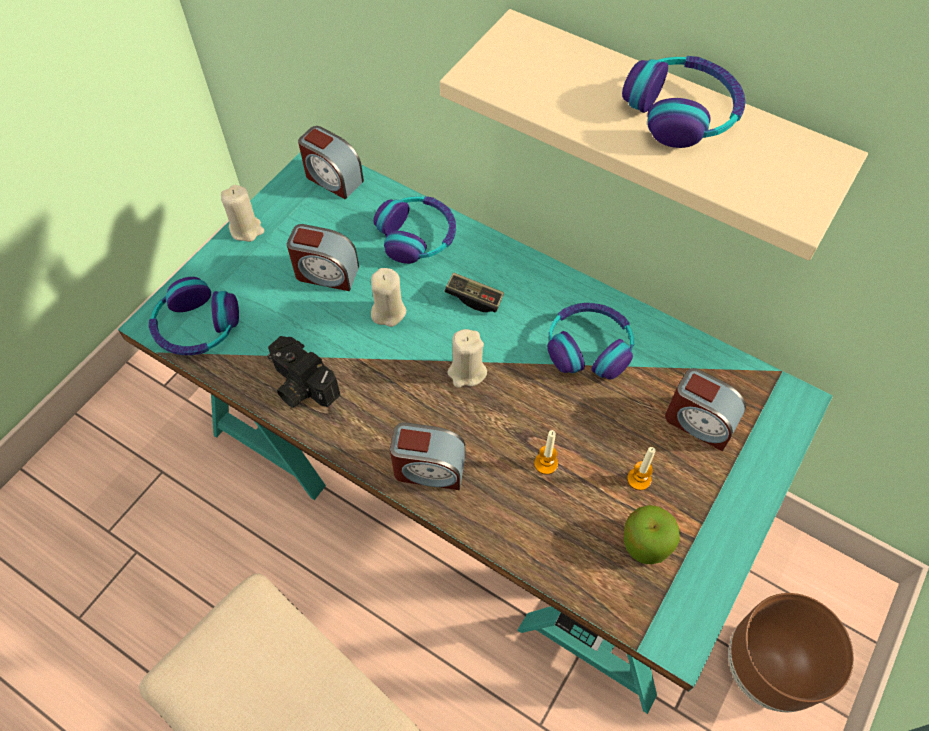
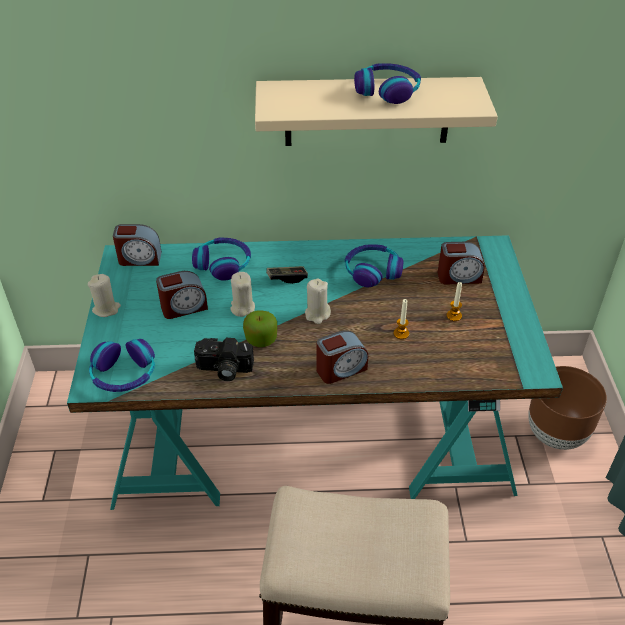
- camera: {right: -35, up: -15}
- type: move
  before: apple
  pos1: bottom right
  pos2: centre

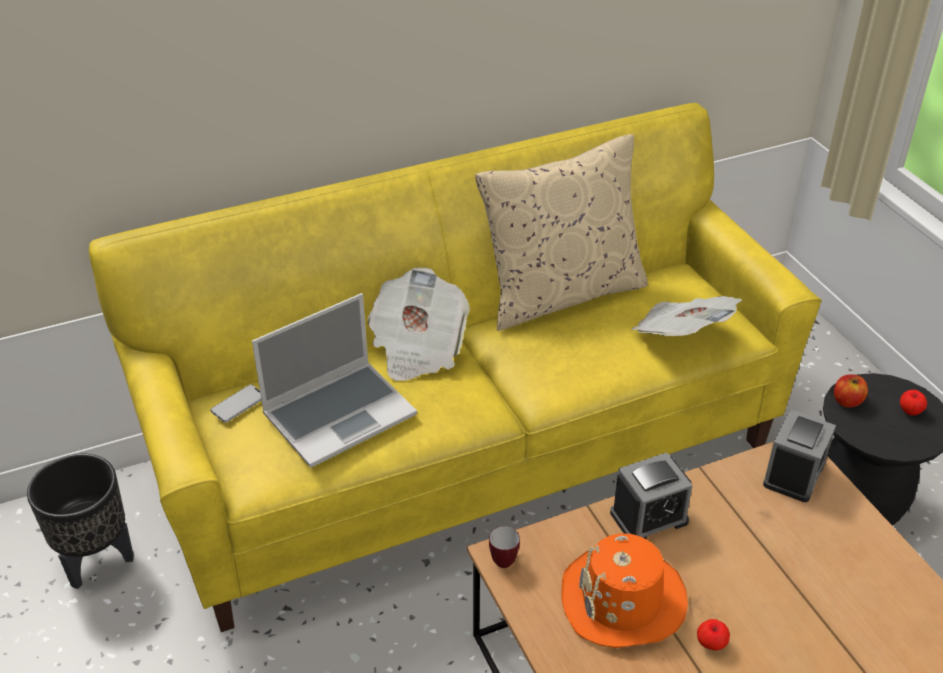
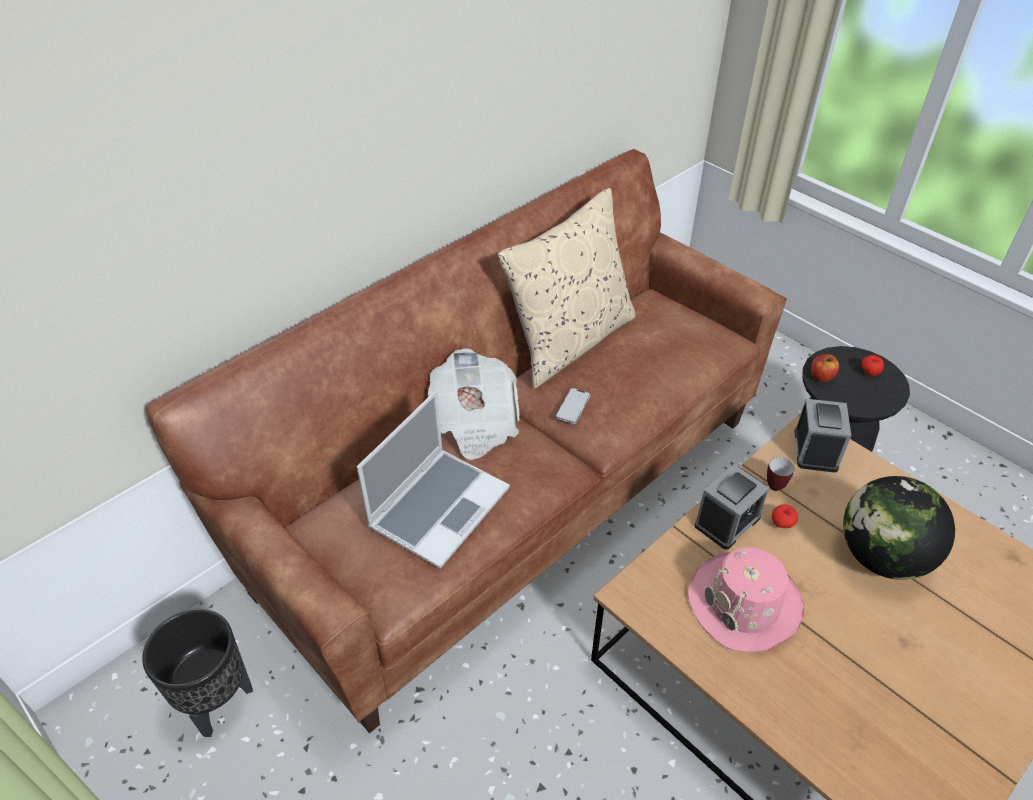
- camera: {right: -20, up: 5}
- type: recolor
  before: yellow sofa
  after: brownish sofa
  pos1: centre
  pos2: centre
- type: delete
  before: daily paper (2nd from left)
  pos1: middle right
- type: move
  before: telephone
  pos1: middle left
  pos2: centre
- type: move
  before: mug
  pos1: bottom centre
  pos2: middle right
- type: recolor
  before: orange-coloured wearable hat
  after: pinkish wearable hat
  pos1: bottom centre
  pos2: bottom right
- type: move
  before: apple (1st from left)
  pos1: bottom right
  pos2: middle right
- type: insert
  after: desk globe
  pos2: middle right

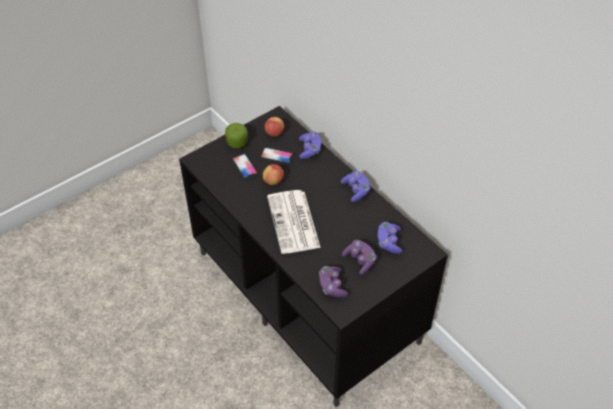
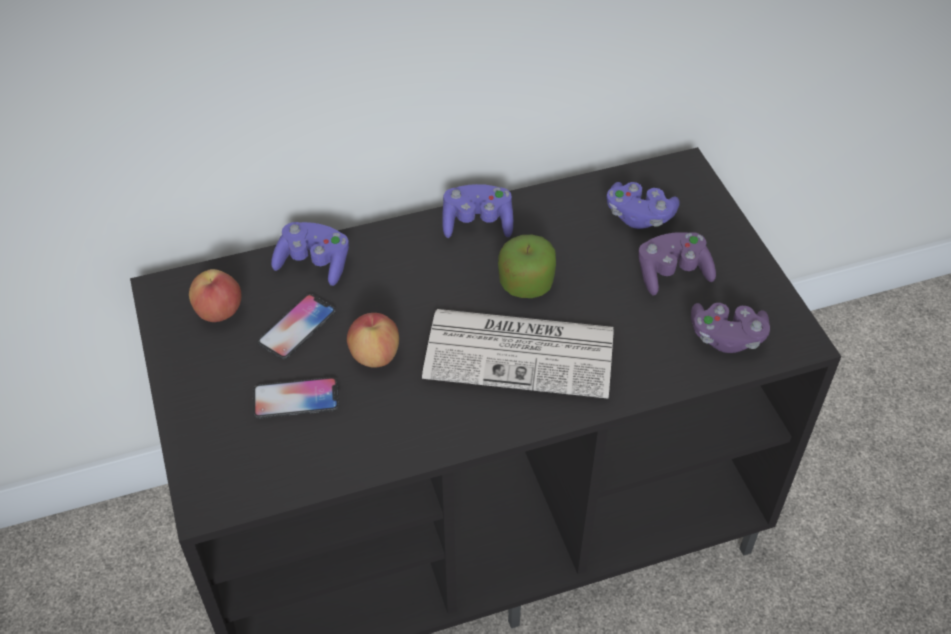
- camera: {right: -70, up: 0}
- type: move
  before: apple (1st from left in the first image)
  after: apple (3rd from left)
  pos1: top centre
  pos2: centre

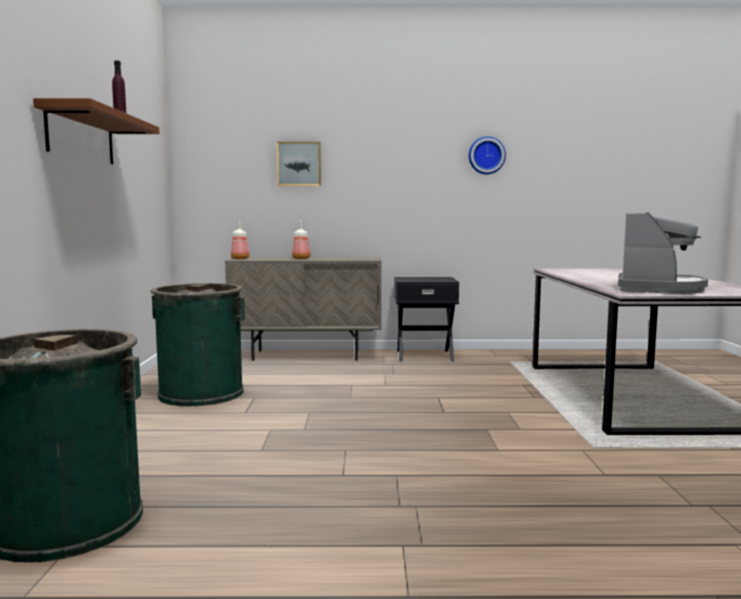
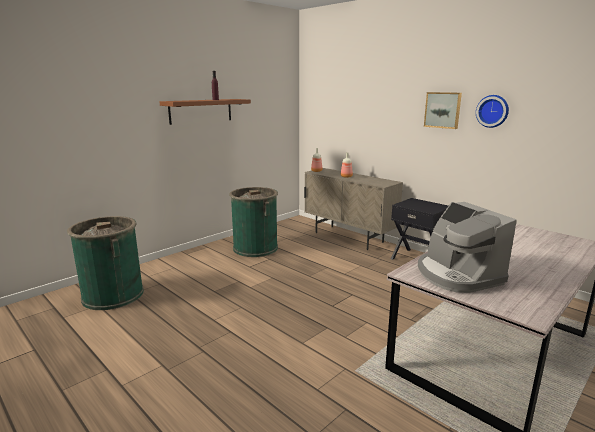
- camera: {right: 45, up: 10}
- type: move
  before: wall art
  pos1: top centre
  pos2: top right
- type: rotate
  before: coffee maker
  pos1: middle right
  pos2: middle right
  turn: 90

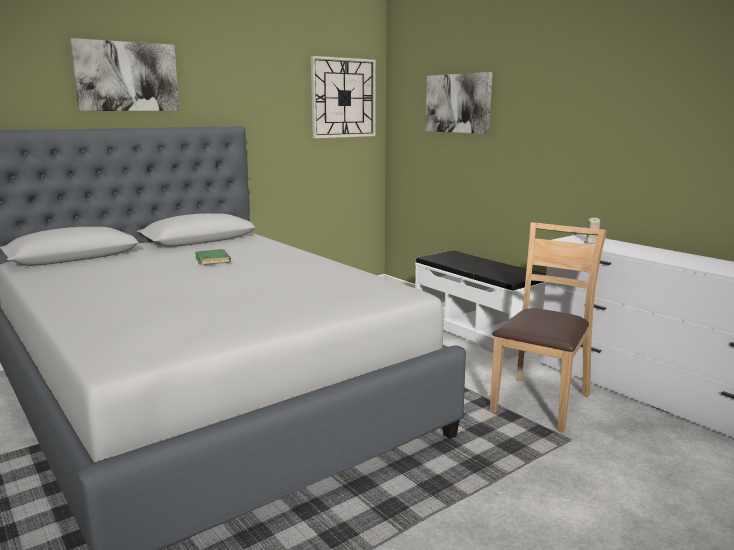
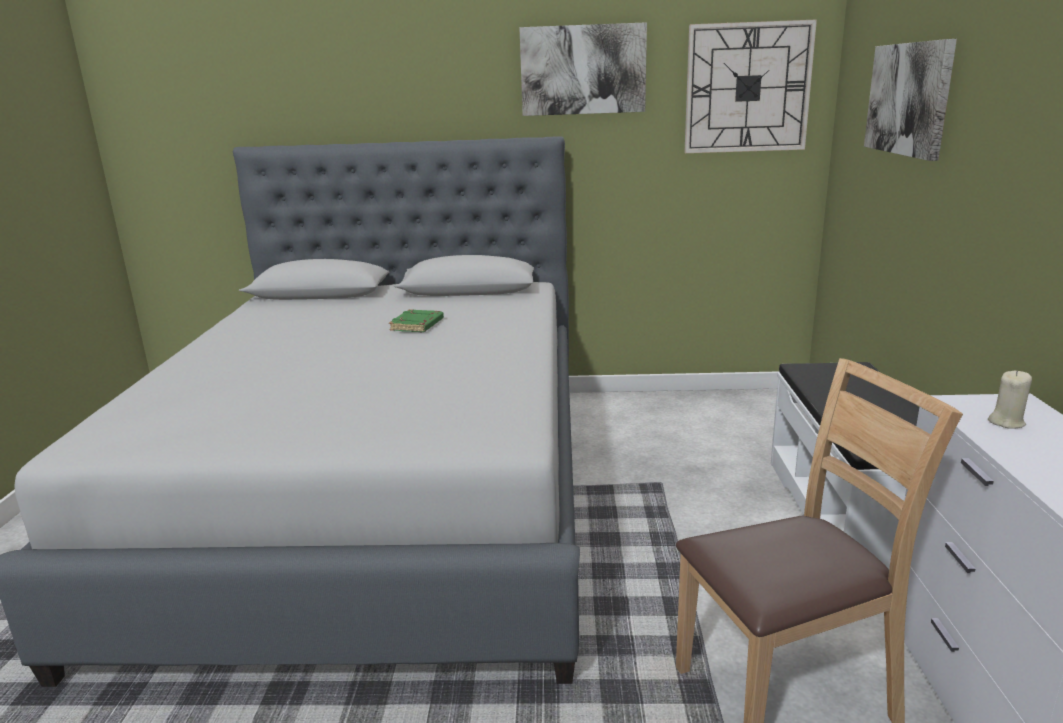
- camera: {right: 40, up: 5}
- type: move
  before: wall art (1st from left)
  pos1: top left
  pos2: top centre

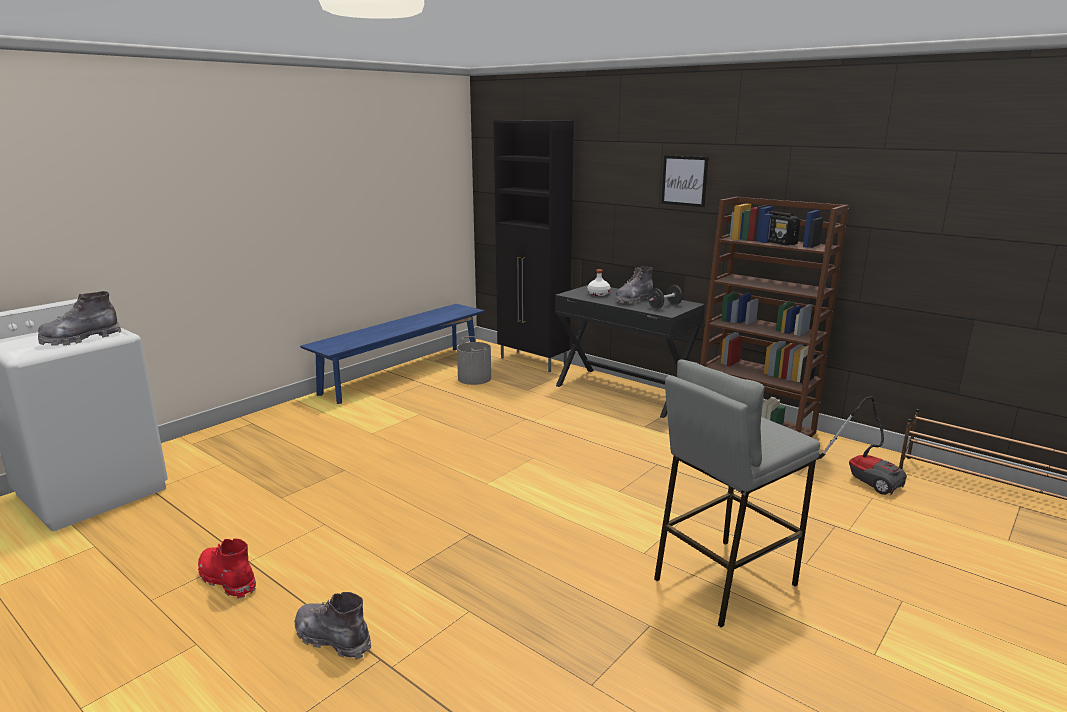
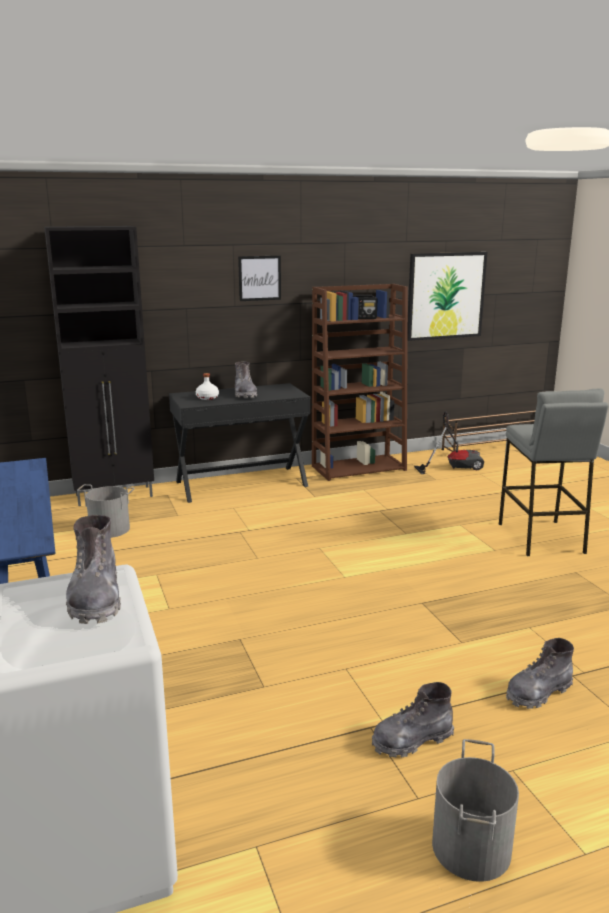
- camera: {right: -60, up: 0}
- type: delete
  before: blackish hand weight
  pos1: centre
- type: recolor
  before: red tall boot
  after: gray tall boot (3rd from left)
  pos1: bottom left
  pos2: bottom right
- type: insert
  after: wall art (2nd from left)
  pos2: top right
- type: insert
  after: gray pail (2nd from left)
  pos2: bottom right

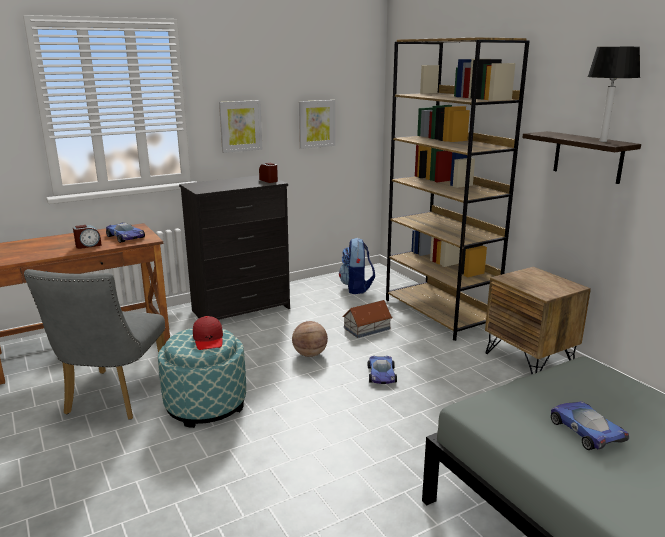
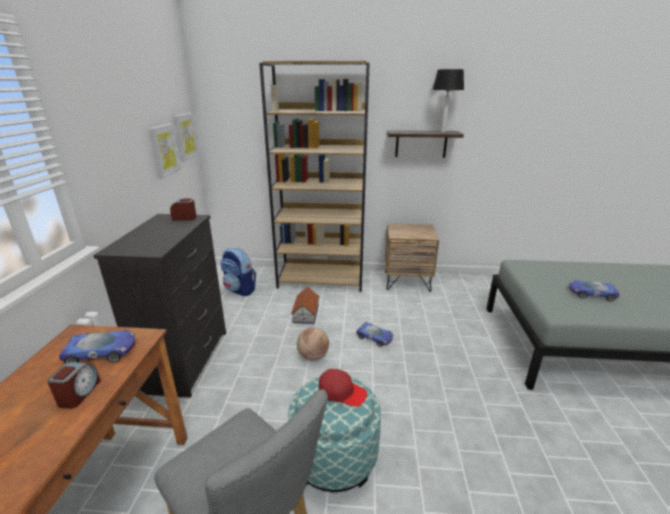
- camera: {right: -55, up: 5}
- type: move
  before: wall art (1st from left in the first image)
  after: wall art (2nd from left)
  pos1: top centre
  pos2: top left

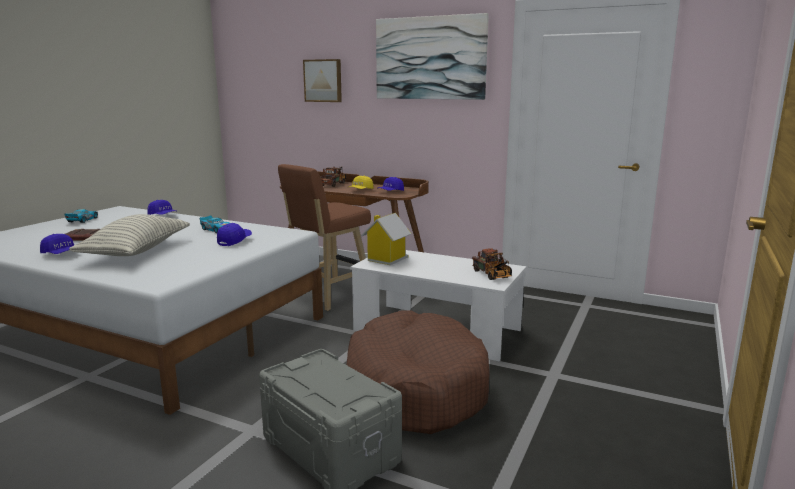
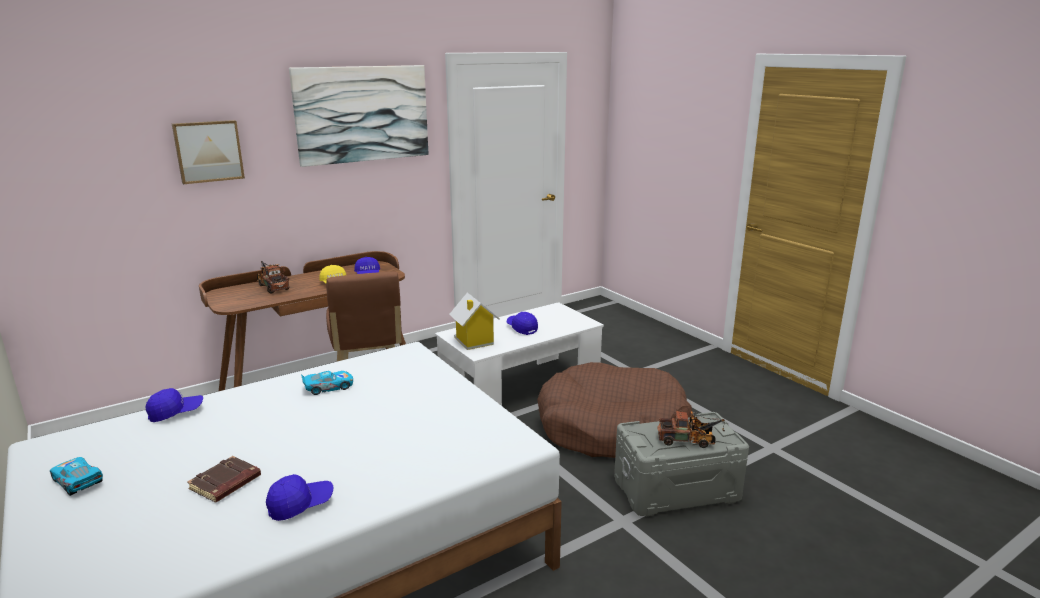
- camera: {right: -60, up: 5}
- type: delete
  before: pillow
  pos1: middle left
- type: move
  before: blue-coloured peaked cap (3rd from left in the first image)
  after: blue-coloured peaked cap (4th from left)
  pos1: middle left
  pos2: centre
- type: move
  before: model truck (2nd from left)
  pos1: centre
  pos2: bottom centre

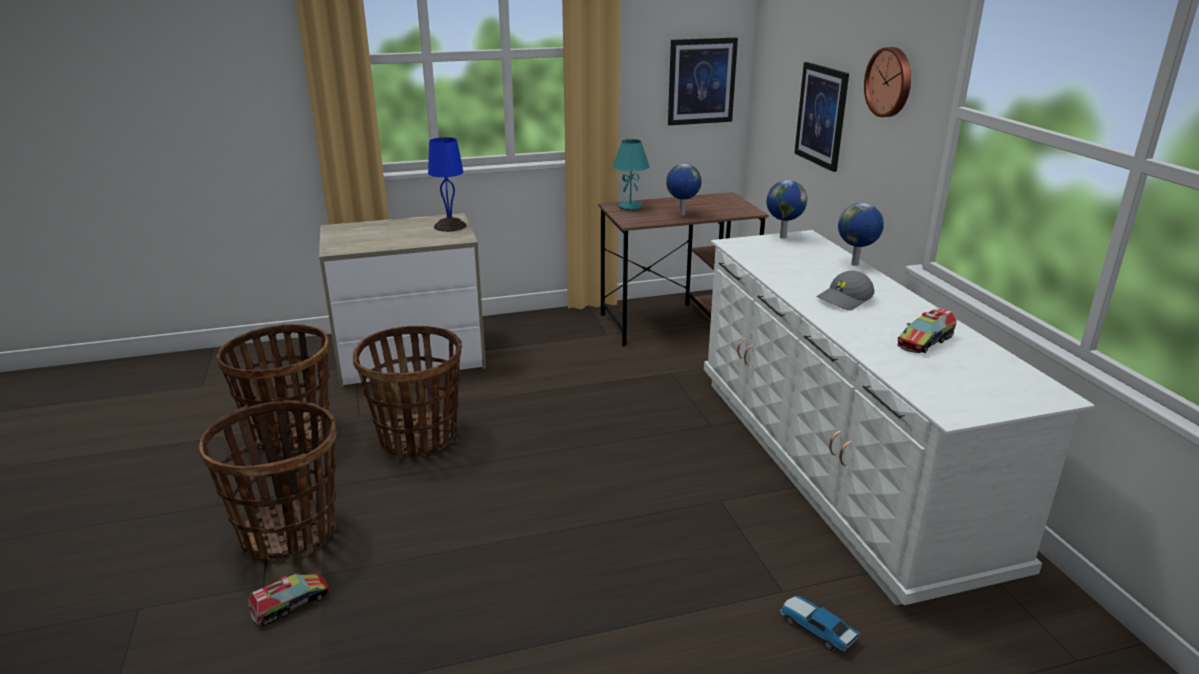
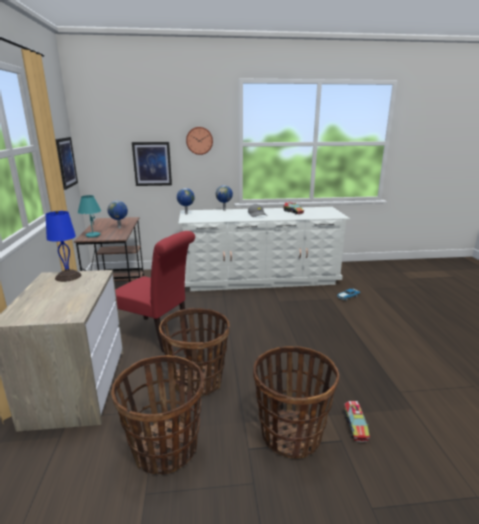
- camera: {right: -80, up: -5}
- type: rotate
  before: model truck (1st from left in the first image)
  pos1: bottom left
  pos2: bottom right
  turn: -150
- type: insert
  after: red plain chair
  pos2: middle left

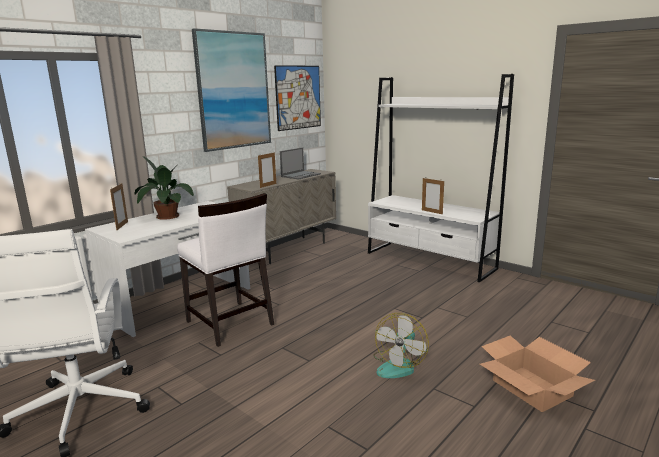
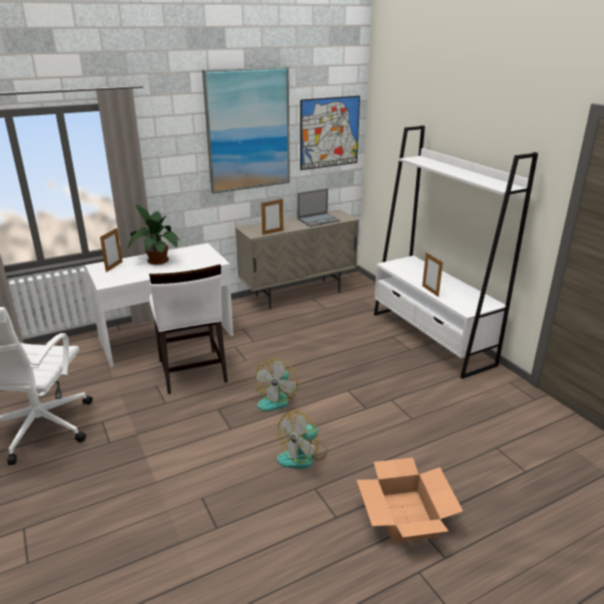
- camera: {right: 20, up: 10}
- type: insert
  after: electric fan (1st from left)
  pos2: centre

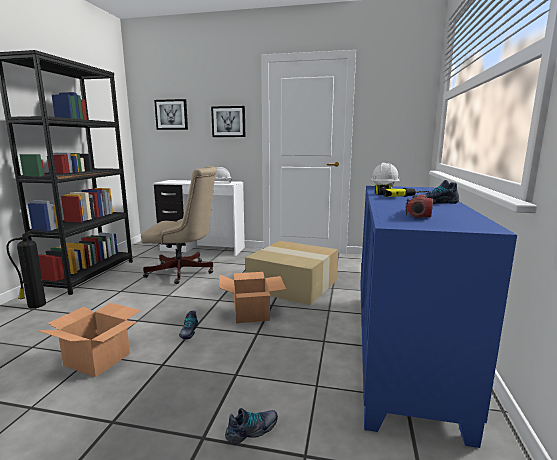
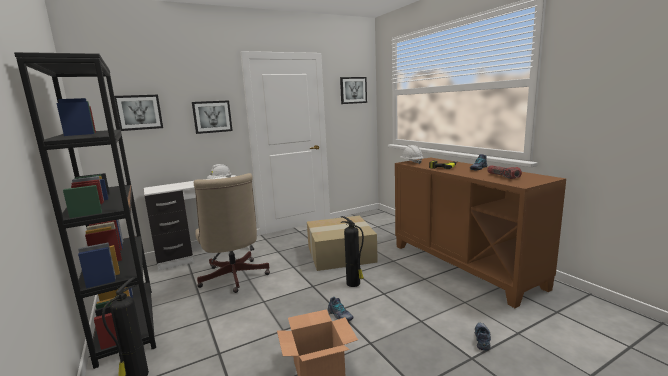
- camera: {right: -40, up: 0}
- type: rotate
  before: beige-coloured desk chair
  pos1: middle left
  pos2: centre
  turn: 105
- type: recolor
  before: blue-coloured cupboard
  after: brownish cupboard
  pos1: bottom right
  pos2: middle right
- type: replace
  before: packing box (2nd from left)
  after: fire-fighting cylinder (2nd from left)
  pos1: centre
  pos2: bottom centre
- type: insert
  after: wall art (3rd from left)
  pos2: top centre

